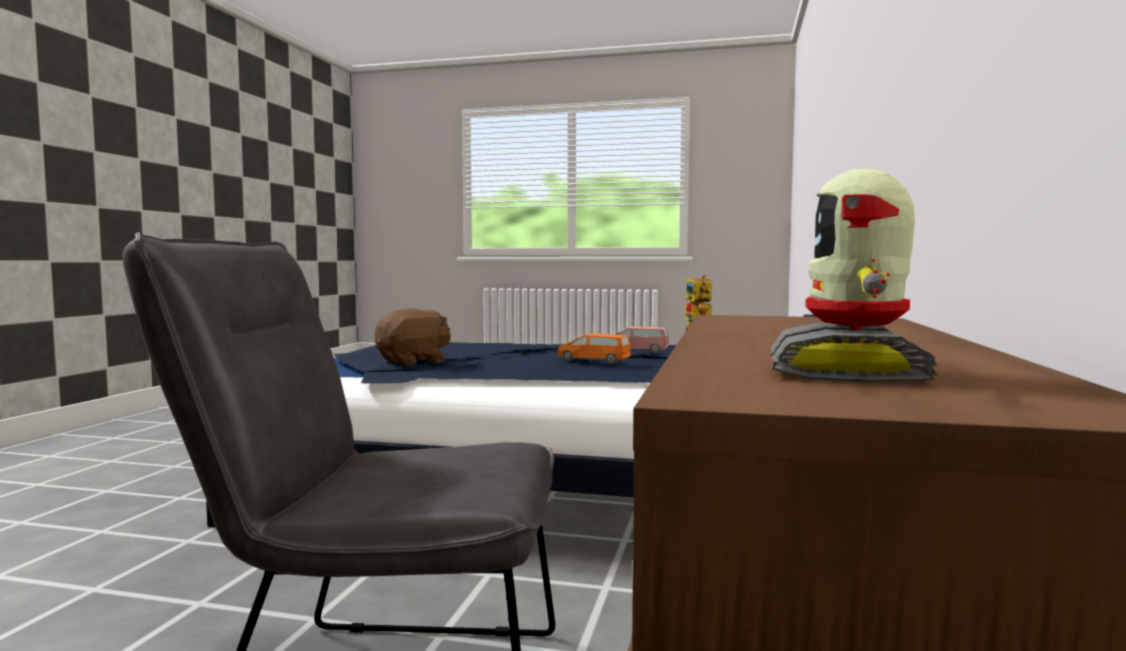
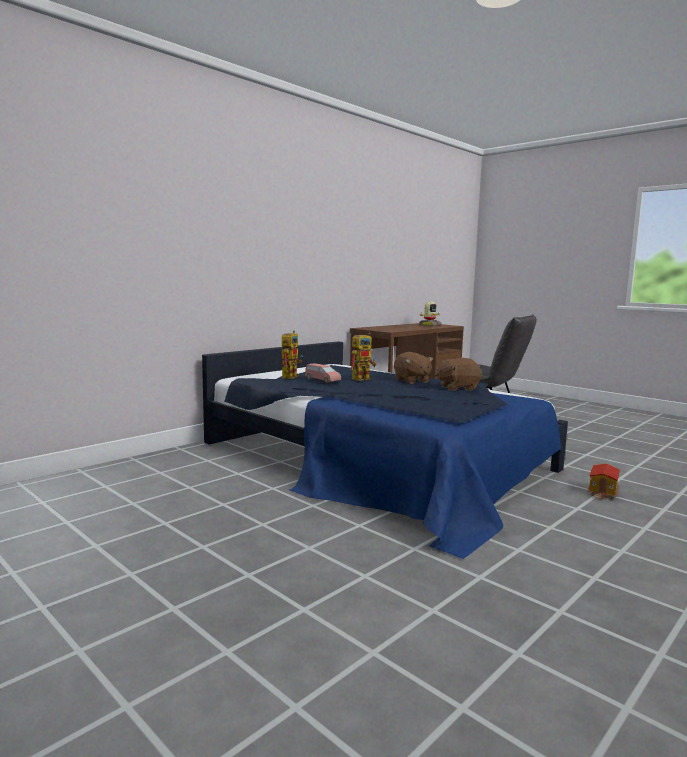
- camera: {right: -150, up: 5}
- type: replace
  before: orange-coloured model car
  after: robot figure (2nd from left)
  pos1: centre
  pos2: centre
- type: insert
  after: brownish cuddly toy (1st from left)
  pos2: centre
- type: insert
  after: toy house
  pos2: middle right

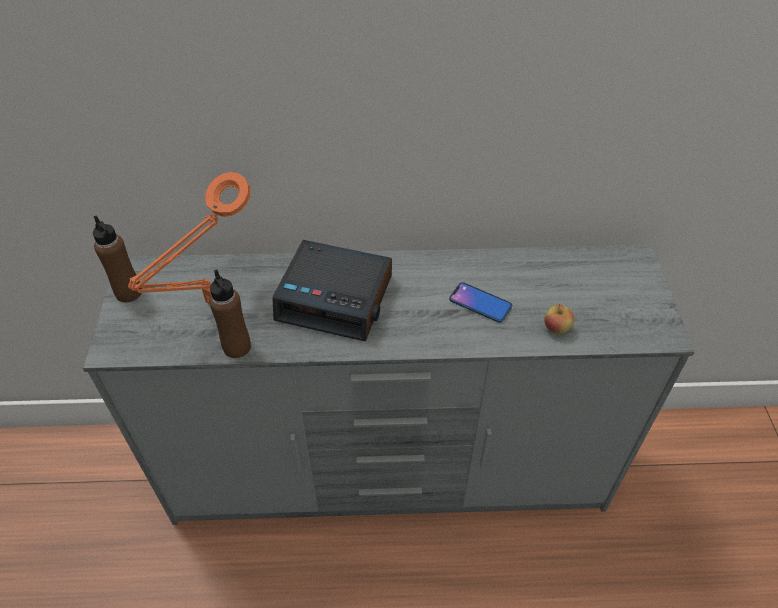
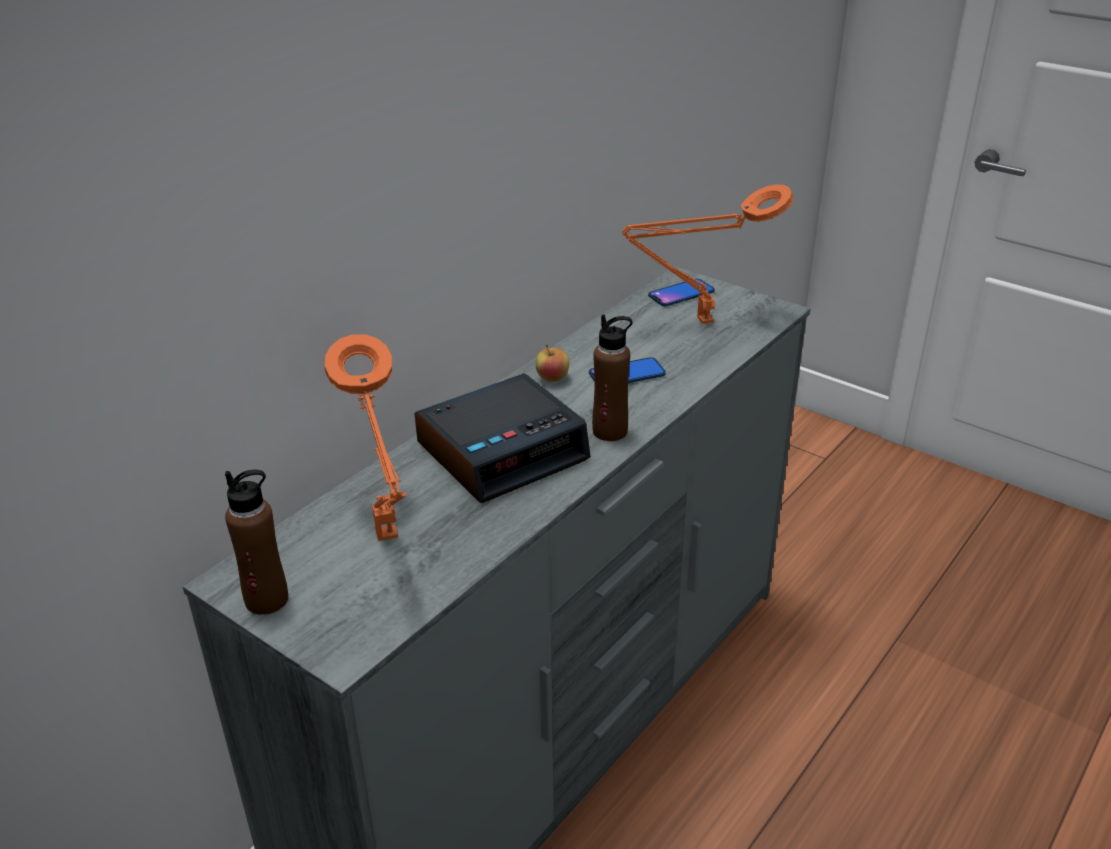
- camera: {right: -50, up: -15}
- type: move
  before: brownish beverage bottle (2nd from left)
  pos1: middle left
  pos2: centre
- type: move
  before: apple
  pos1: middle right
  pos2: centre
- type: insert
  after: orange-coloured lamp for a table (2nd from left)
  pos2: top centre
- type: insert
  after: telephone (2nd from left)
  pos2: centre

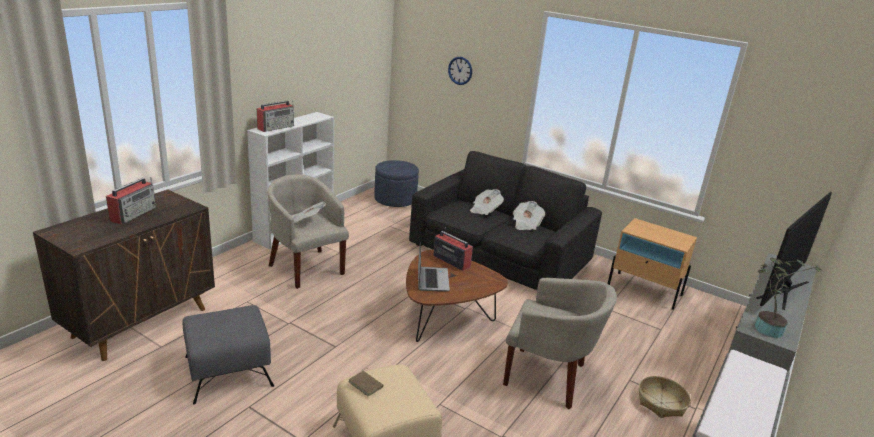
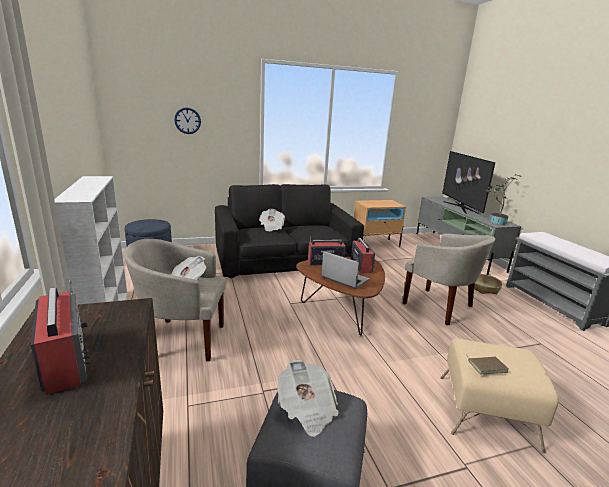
- camera: {right: -50, up: -5}
- type: move
  before: radio (2nd from left in the first image)
  after: radio (3rd from left)
  pos1: top left
  pos2: centre
- type: move
  before: daily paper (3rd from left)
  pos1: centre
  pos2: bottom centre
- type: rotate
  before: beige-coloured lounge chair (2nd from left)
  pos1: bottom centre
  pos2: middle right
  turn: 75

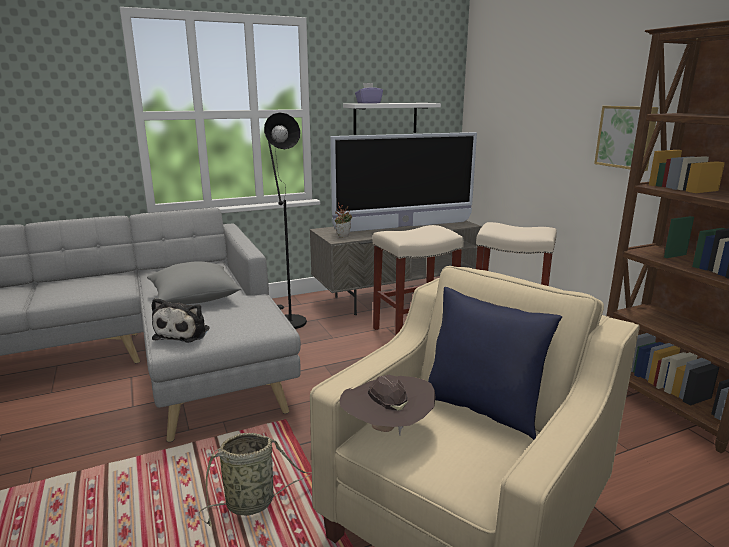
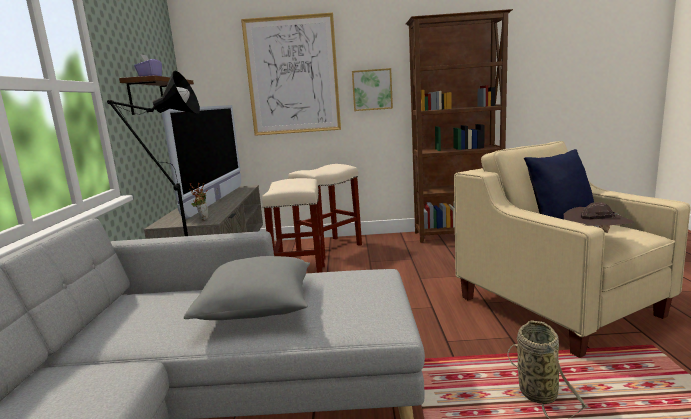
- camera: {right: -65, up: -5}
- type: recolor
  before: white bracket shelf
  after: brownish bracket shelf
  pos1: top centre
  pos2: top left
- type: delete
  before: cuddly toy
  pos1: middle left
- type: insert
  after: wall art (1st from left)
  pos2: top centre

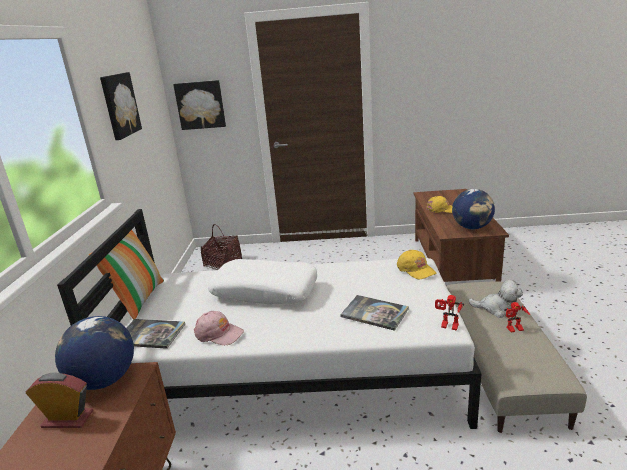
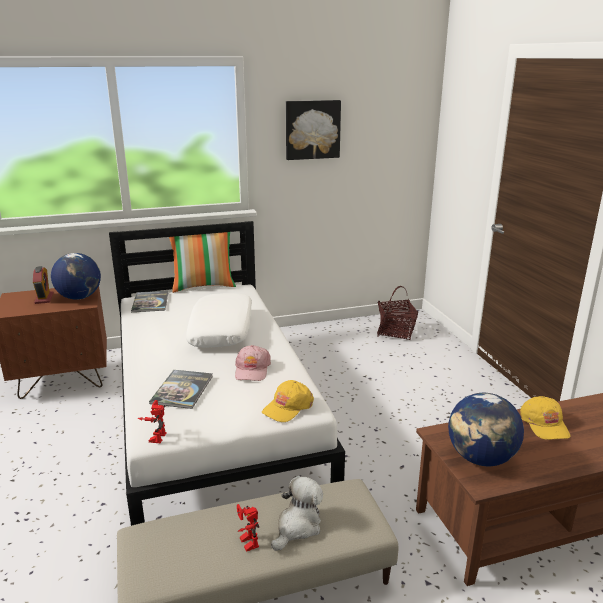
- camera: {right: 70, up: 0}
- type: delete
  before: wall art (2nd from left)
  pos1: top left
- type: rotate
  before: cuddly toy
  pos1: middle right
  pos2: bottom centre
  turn: -150
- type: move
  before: pinkish peaked cap
  pos1: bottom centre
  pos2: centre

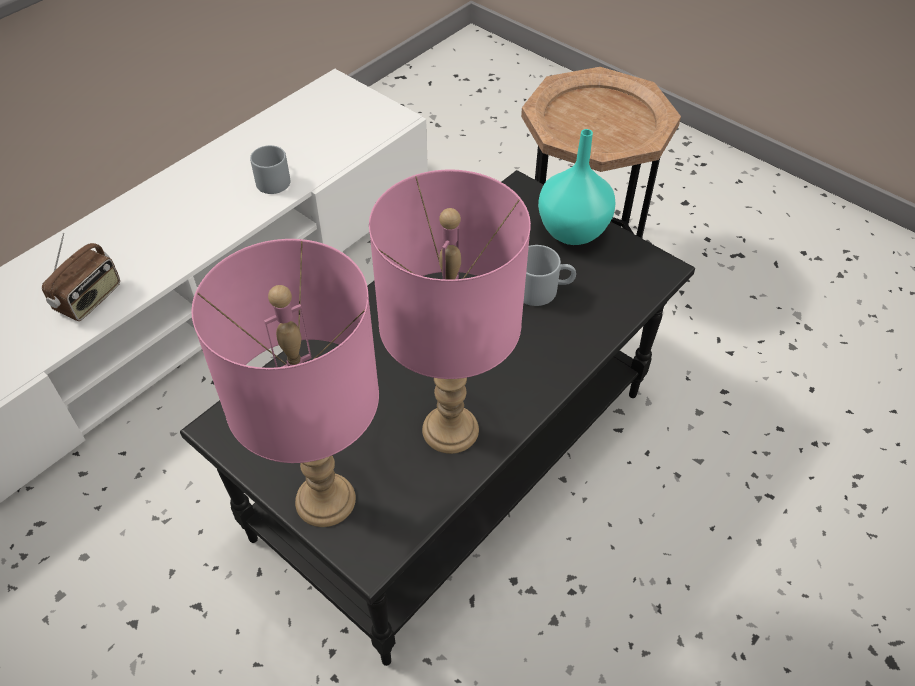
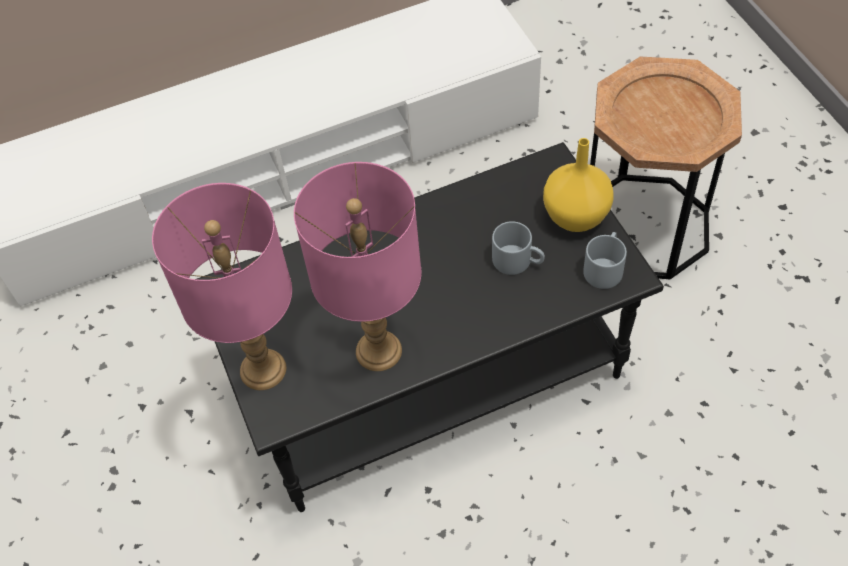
- camera: {right: 30, up: 5}
- type: recolor
  before: turquoise-coloured vase
  after: yellow vase
  pos1: top centre
  pos2: top right
- type: move
  before: gray mug (1st from left in the first image)
  after: gray mug (2nd from left)
  pos1: top left
  pos2: middle right
- type: delete
  before: radio
  pos1: middle left

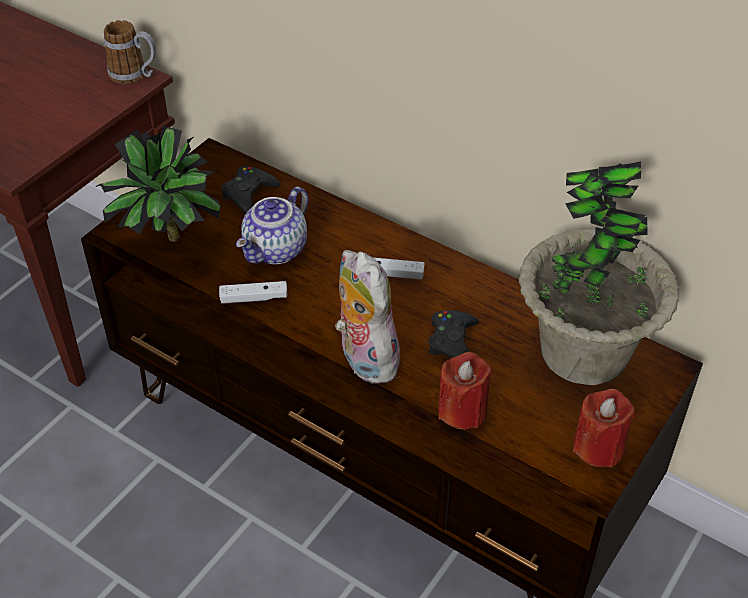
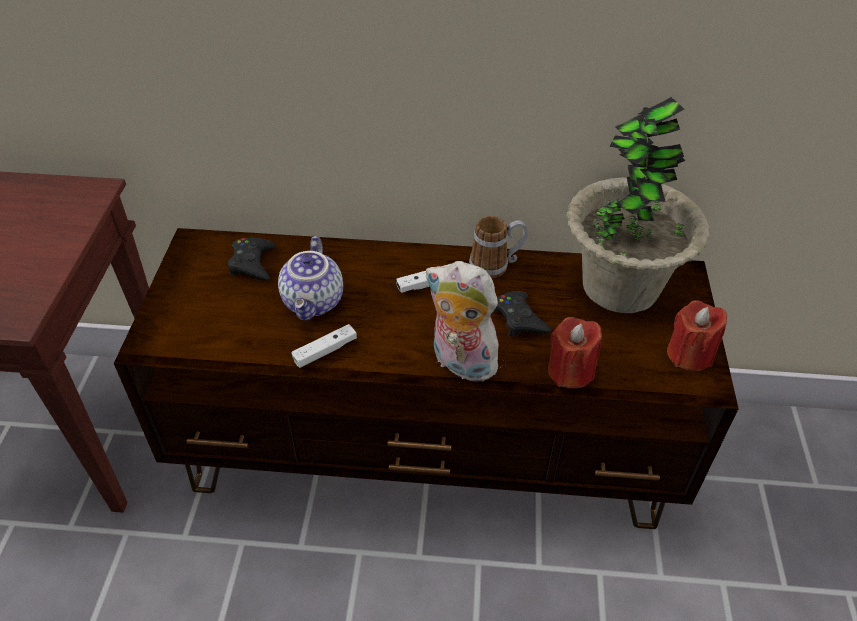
- camera: {right: -30, up: 0}
- type: move
  before: mug
  pos1: top left
  pos2: centre
- type: delete
  before: houseplant (1st from left)
  pos1: top left

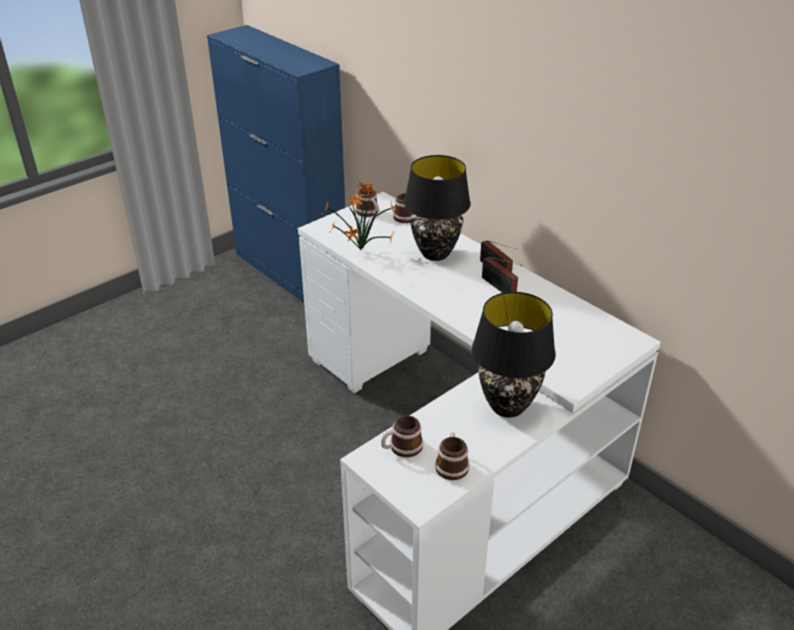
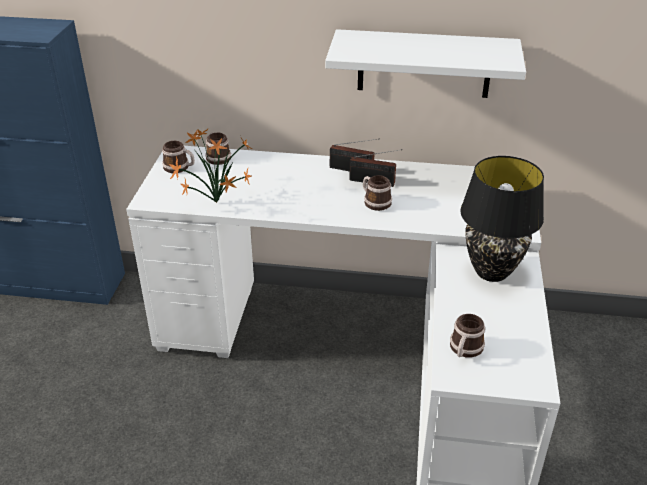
- camera: {right: -40, up: 0}
- type: delete
  before: blackish lamp for a table (1st from left)
  pos1: top centre
- type: move
  before: mug (4th from left in the first image)
  after: mug (3rd from left)
  pos1: bottom centre
  pos2: centre
- type: insert
  after: white bracket shelf
  pos2: top centre

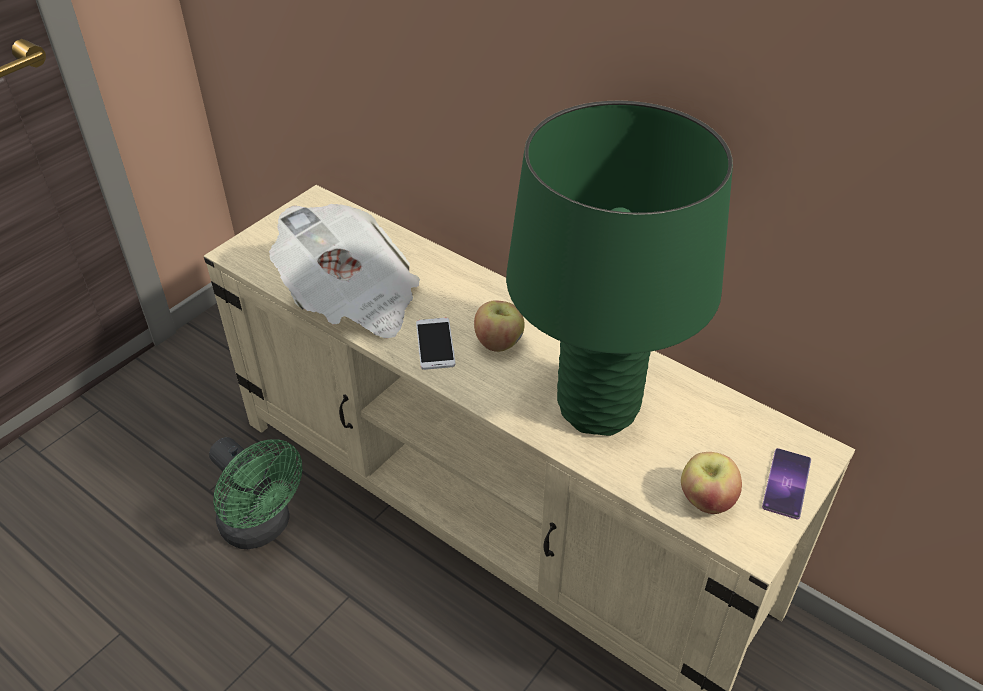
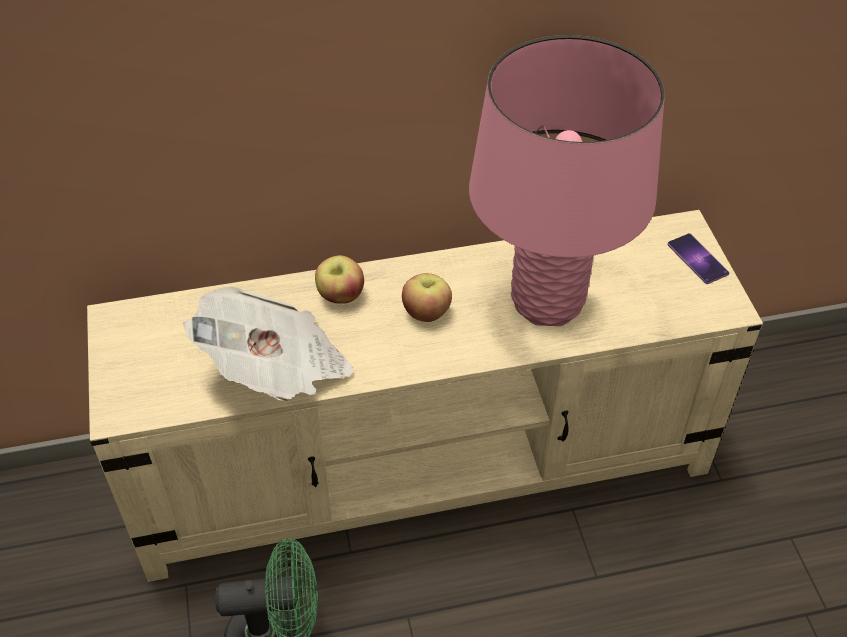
- camera: {right: -50, up: 5}
- type: recolor
  before: green lamp for a table
  after: pinkish lamp for a table
  pos1: centre
  pos2: top right
- type: delete
  before: telephone (1st from left)
  pos1: centre
- type: move
  before: apple (2nd from left in the first image)
  after: apple (1st from left)
  pos1: bottom right
  pos2: centre

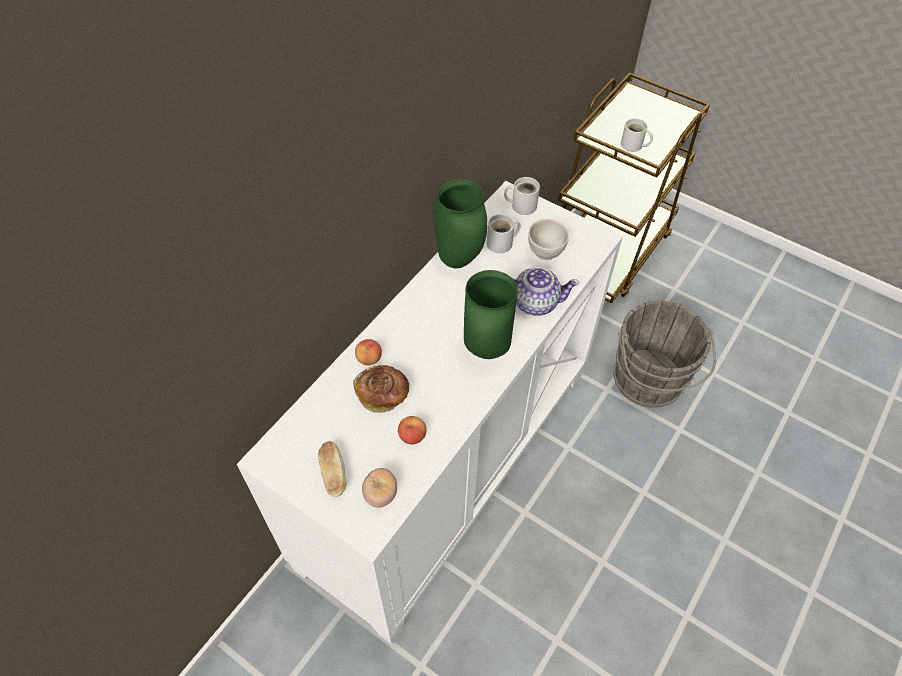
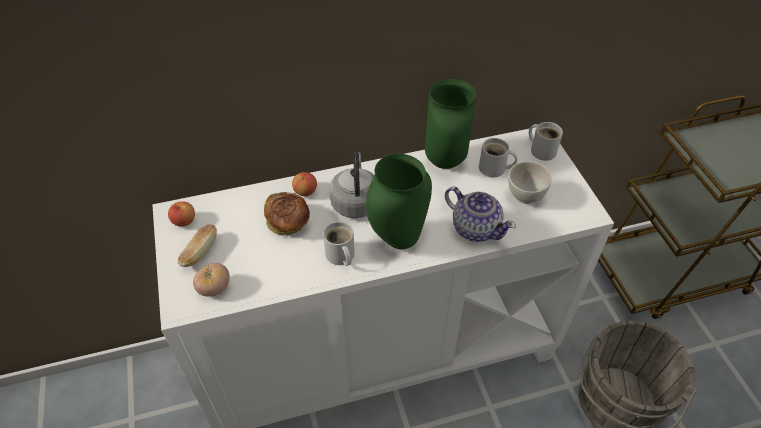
- camera: {right: 40, up: -5}
- type: move
  before: white mug (3rd from left in the first image)
  after: white mug (1st from left)
  pos1: top right
  pos2: centre
- type: move
  before: apple (2nd from left in the first image)
  after: apple (1st from left)
  pos1: centre
  pos2: middle left
- type: insert
  after: gray kettle
  pos2: centre

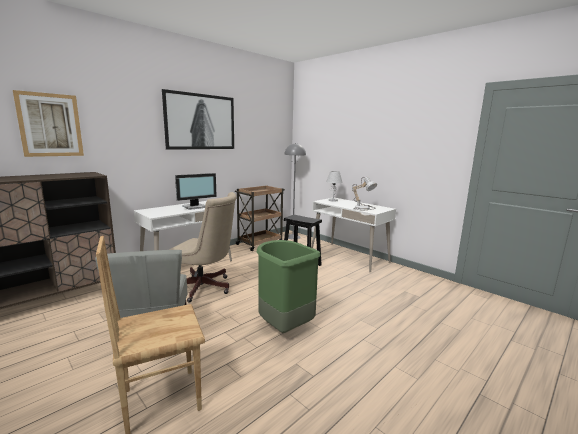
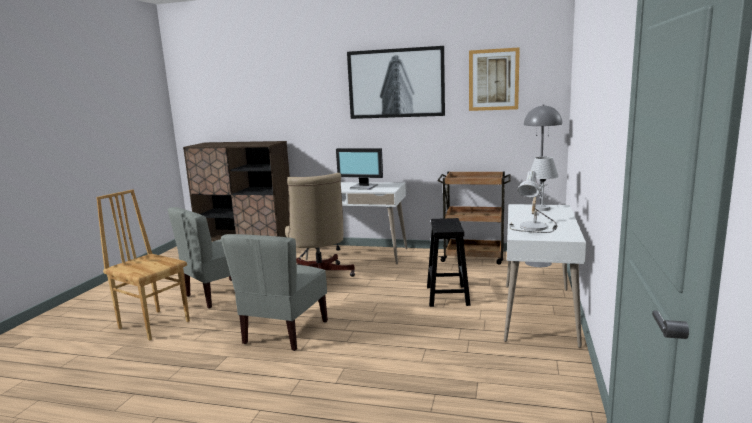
- camera: {right: 60, up: 0}
- type: move
  before: wall art (1st from left in the first image)
  after: wall art (2nd from left)
  pos1: top left
  pos2: top centre
- type: replace
  before: green waste bin
  after: gray plain chair (2nd from left)
  pos1: centre
  pos2: bottom centre

